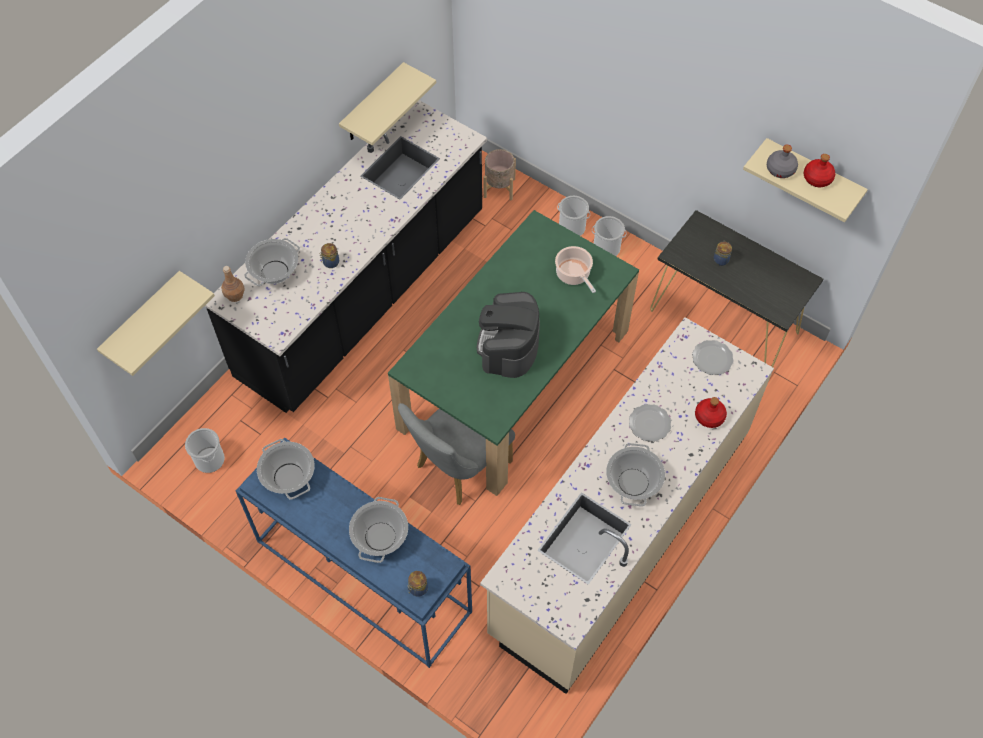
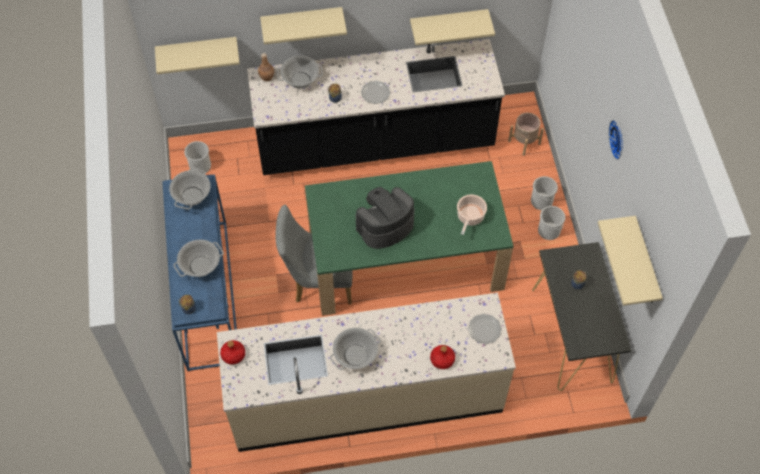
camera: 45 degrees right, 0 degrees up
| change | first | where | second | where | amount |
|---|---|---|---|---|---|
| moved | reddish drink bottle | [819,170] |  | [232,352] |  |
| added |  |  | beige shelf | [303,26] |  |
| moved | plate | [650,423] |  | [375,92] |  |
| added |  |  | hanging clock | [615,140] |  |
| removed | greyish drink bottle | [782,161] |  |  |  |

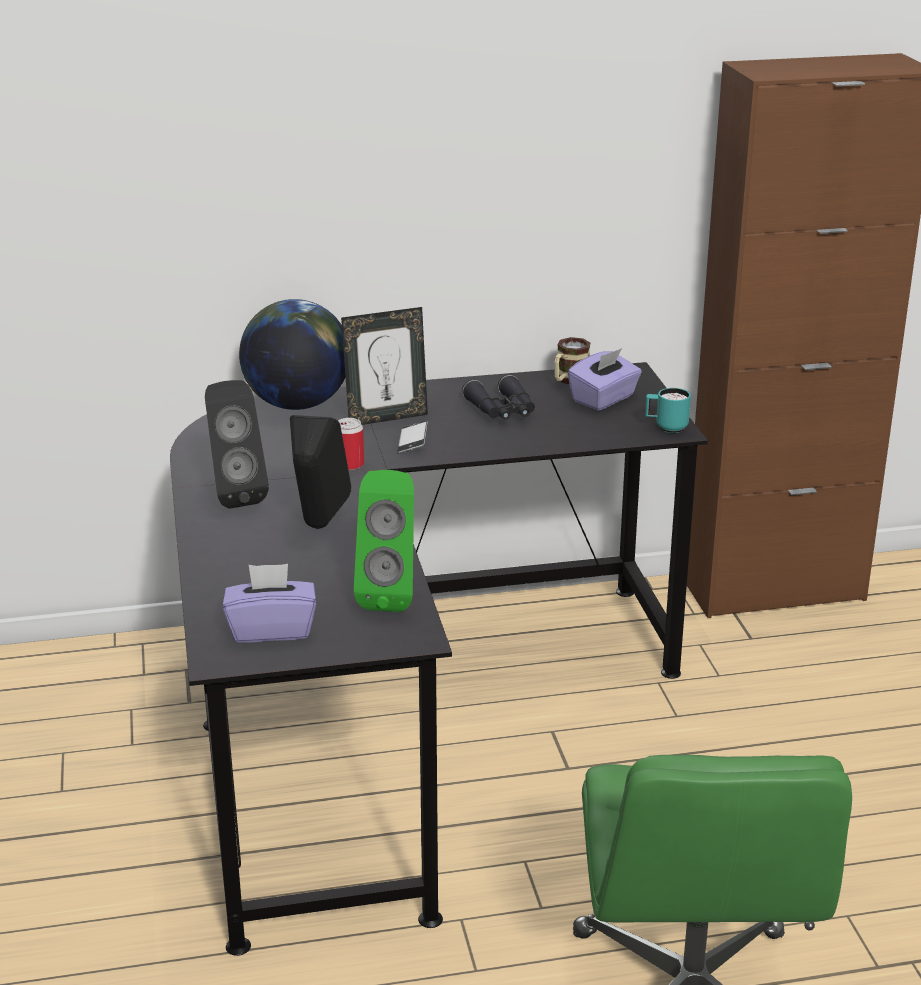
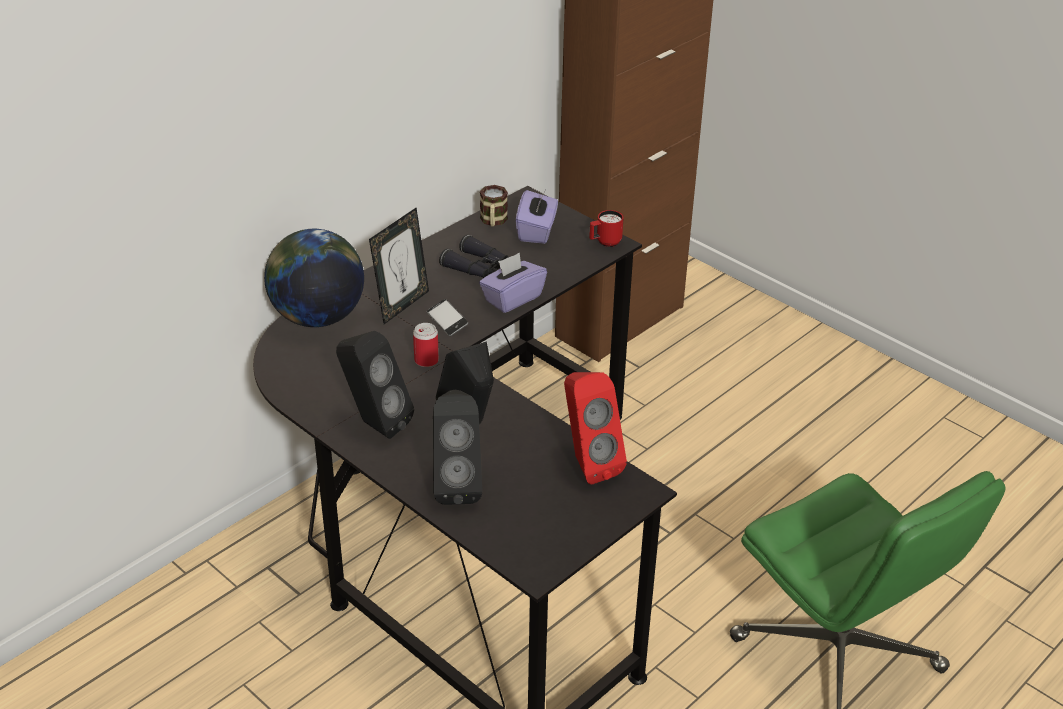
camera: 35 degrees left, 10 degrees up
| change | first | where | second | where | amount |
|---|---|---|---|---|---|
| added |  |  | black-coloured audio speaker | [457,447] |  |
| moved | purple tissue holder | [269,603] |  | [513,282] |  |
| recoloured | greenish audio speaker | [384,541] | reddish audio speaker | [595,428] |  |
| recoloured | blue-green mug | [668,410] | reddish mug | [606,228] |  |

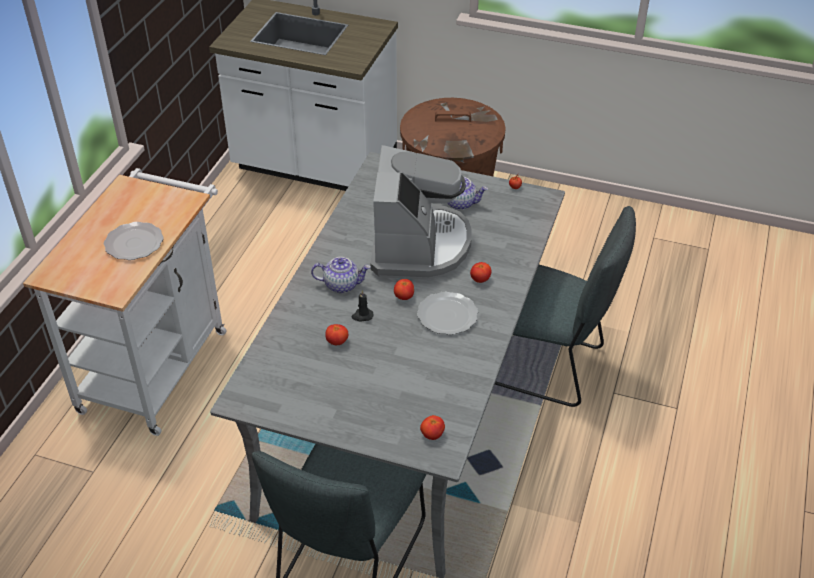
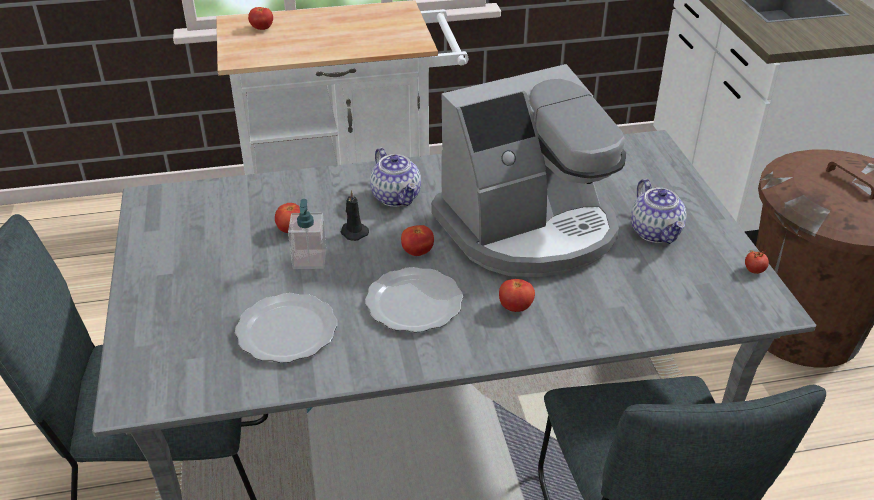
camera: 60 degrees right, 5 degrees down
| change | first | where | second | where | amount |
|---|---|---|---|---|---|
| moved | plate | [134,241] |  | [286,328] |  |
| moved | fresh tomato | [432,427] |  | [260,18] |  |
| added |  |  | liquid soap bottle | [307,234] |  |

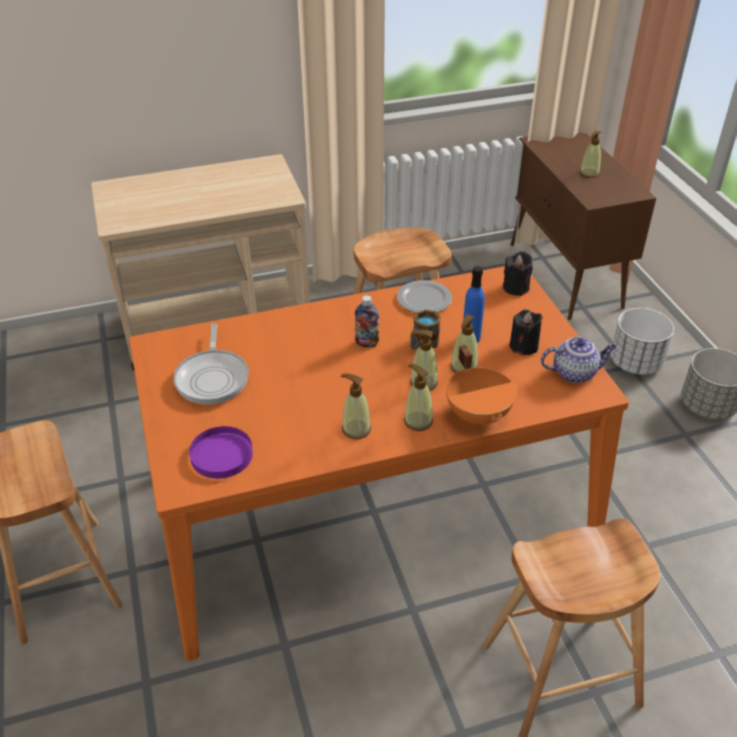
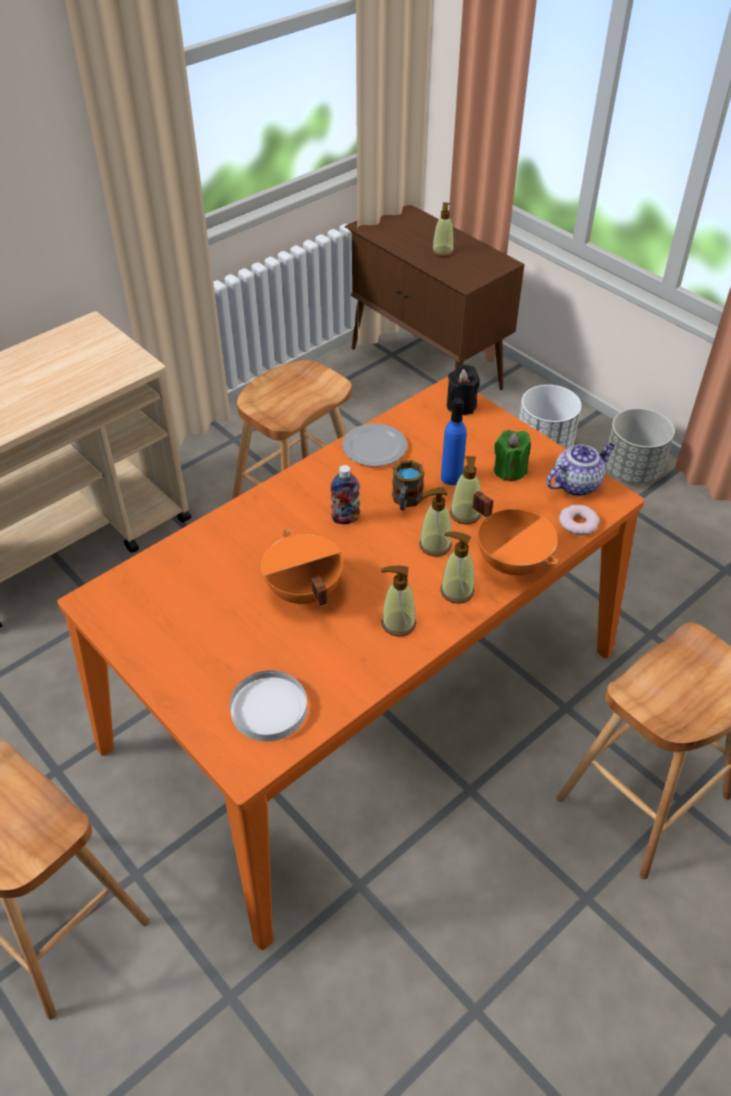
camera: 25 degrees left, 5 degrees up
| change | first | where | second | where | amount |
|---|---|---|---|---|---|
| recoloured | purple plate | [221,452] | white-coloured plate | [268,705] |  |
| added |  |  | orange cooking pot | [302,568] |  |
| recoloured | black-coloured wax candle | [526,332] | greenish wax candle | [512,455] |  |
| added |  |  | doughnut | [579,520] |  |
| removed | frying pan | [211,364] |  |  |  |

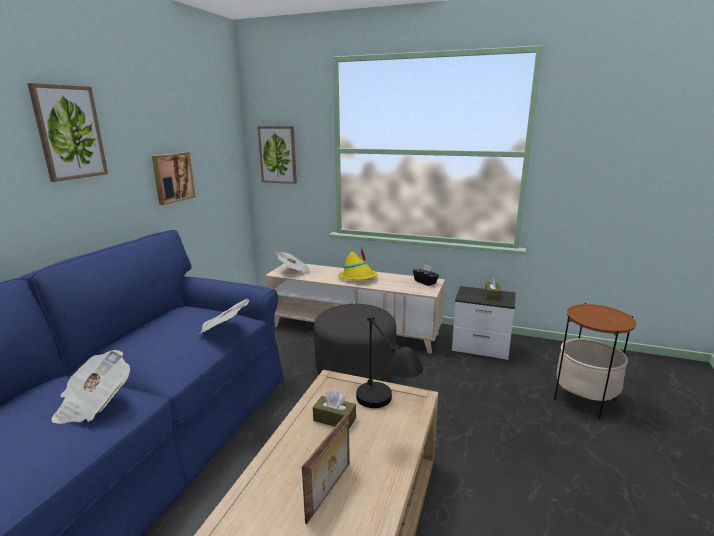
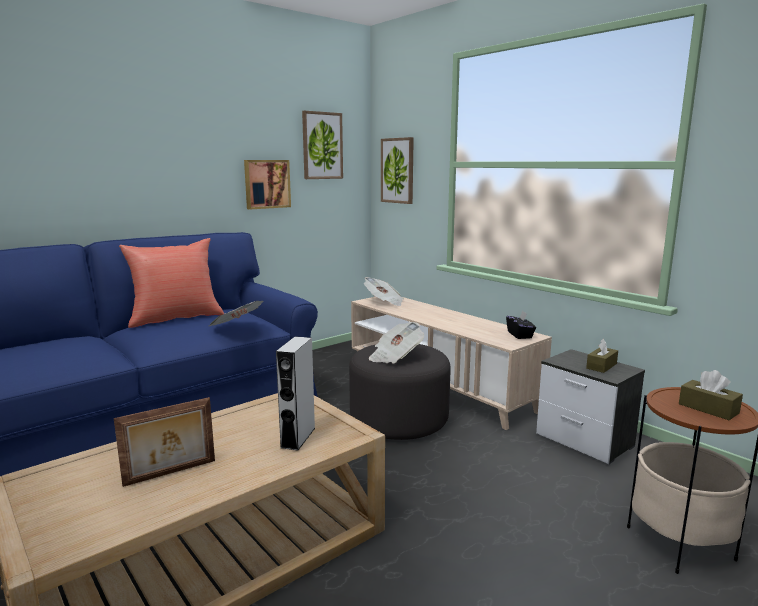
camera: 30 degrees right, 5 degrees down
| change | first | where | second | where | amount |
|---|---|---|---|---|---|
| added |  |  | reddish cushion | [171,283] |  |
| replaced | black-coloured tabletop lamp | [389,363] | greyish audio speaker | [295,393] |  |
| moved | wall picture | [67,132] |  | [322,145] |  |
| moved | newspaper | [90,387] |  | [396,343] |  |
| moved | brown tissue holder | [334,410] |  | [711,395] |  |
| removed | yellow-coloured clothing hat | [357,263] |  |  |  |

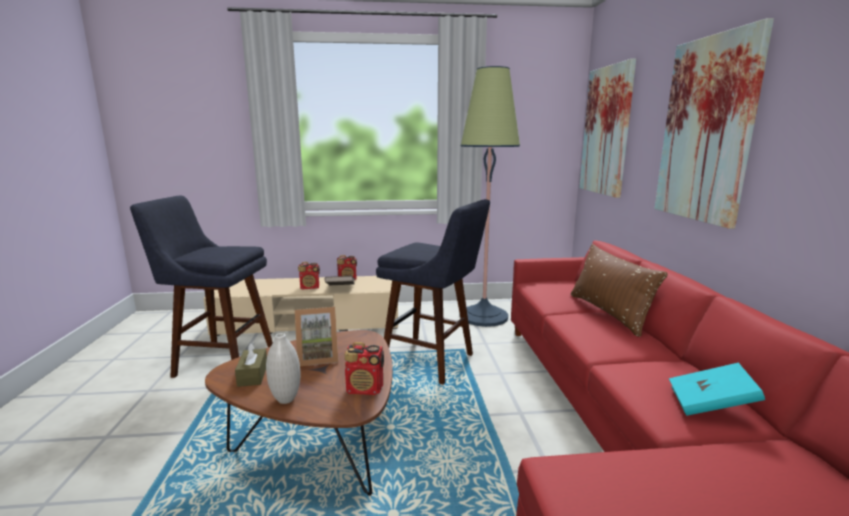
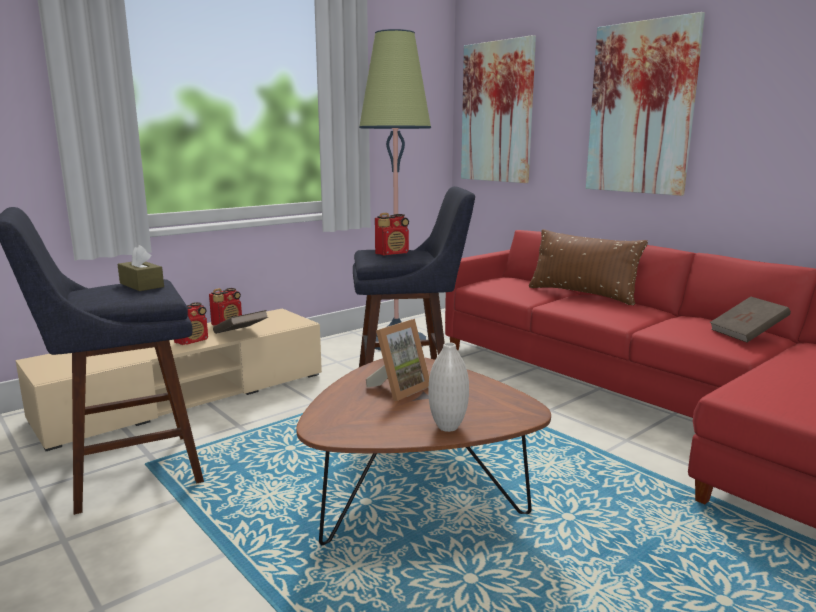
camera: 35 degrees left, 0 degrees up
| change | first | where | second | where | amount |
|---|---|---|---|---|---|
| moved | brown tissue holder | [251,364] |  | [141,268] |  |
| moved | radio set | [364,368] |  | [392,234] |  |
| recoloured | blue-green bound book | [717,389] | brown bound book | [750,320] |  |

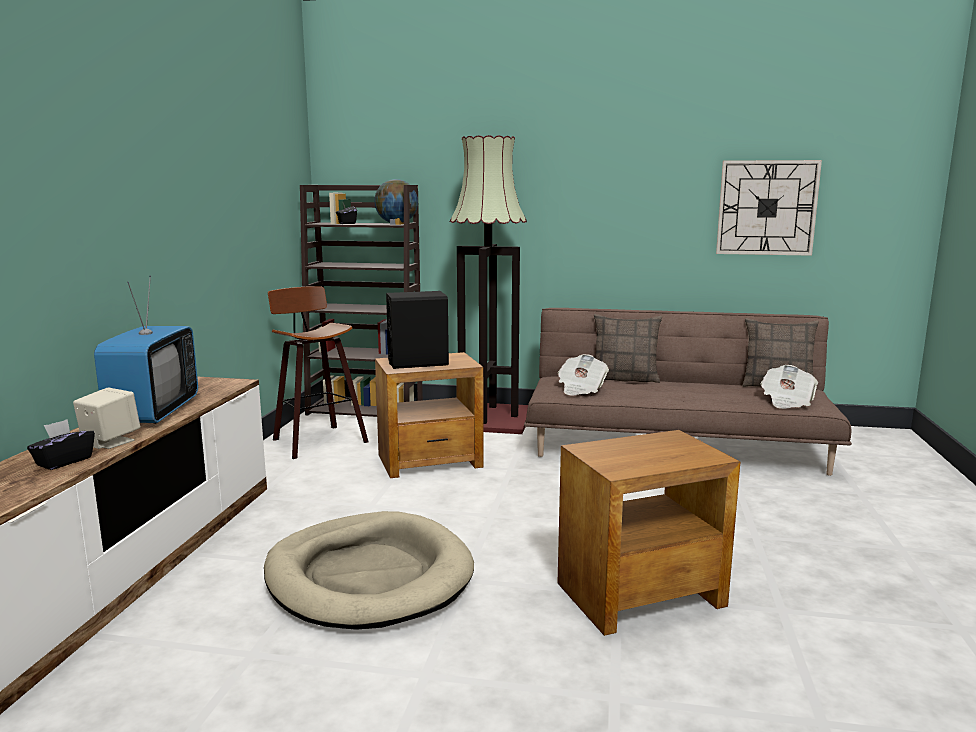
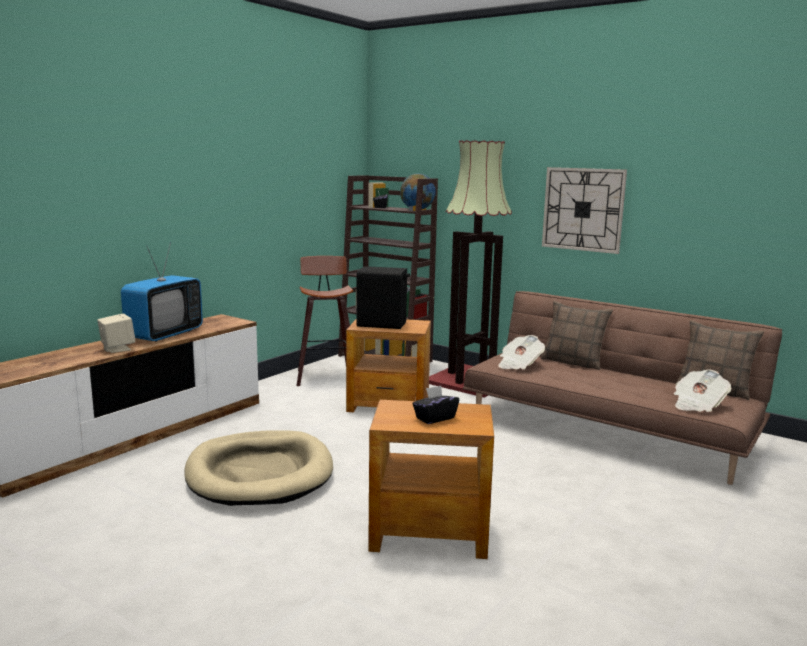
camera: 25 degrees right, 0 degrees up
| change | first | where | second | where | amount |
|---|---|---|---|---|---|
| moved | black-coloured tissue holder | [61,444] |  | [435,405] |  |
| moved | hanging clock | [769,208] |  | [584,210] |  |

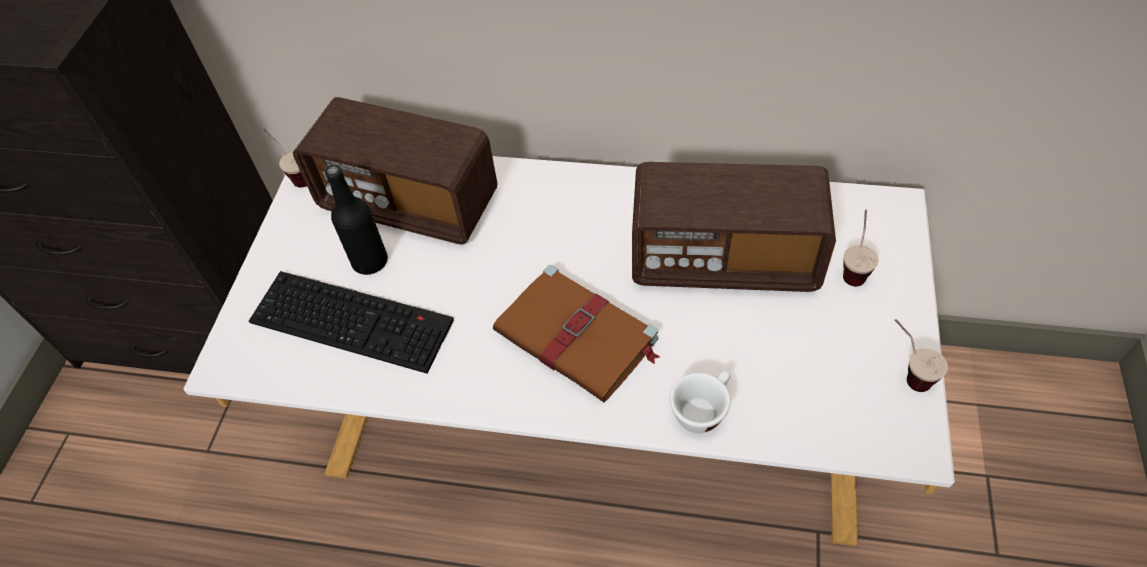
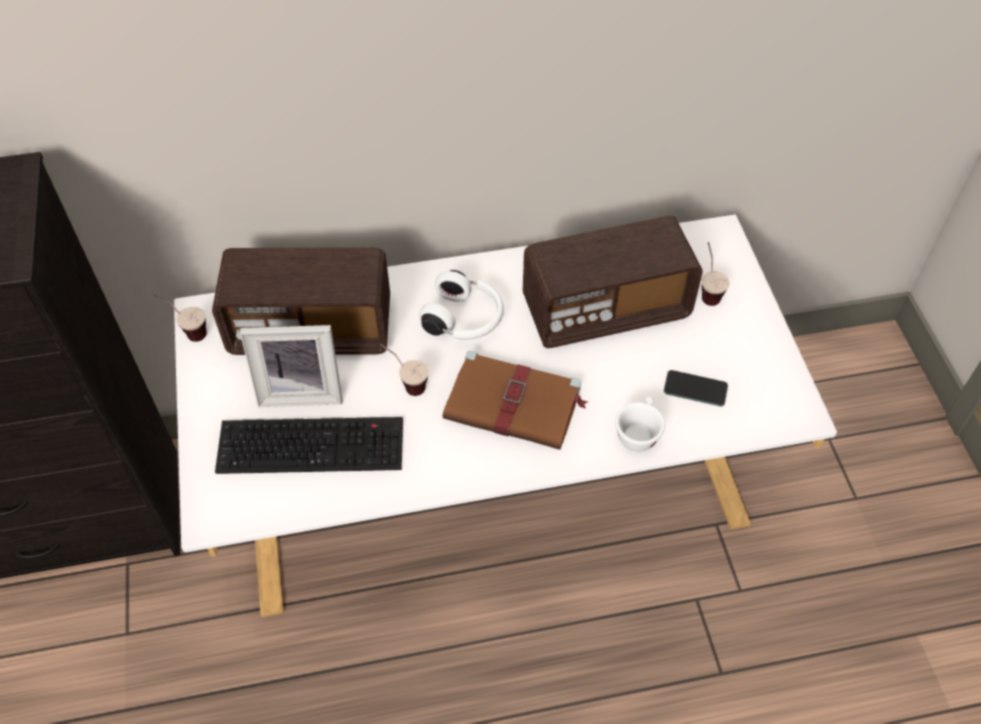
camera: 25 degrees left, 0 degrees up
| change | first | where | second | where | amount |
|---|---|---|---|---|---|
| replaced | black-coloured drink bottle | [356,220] | standing frame | [291,366] |  |
| moved | drinking cup | [921,355] |  | [404,369] |  |
| added |  |  | white-coloured headset | [461,305] |  |
| added |  |  | telephone | [696,388] |  |

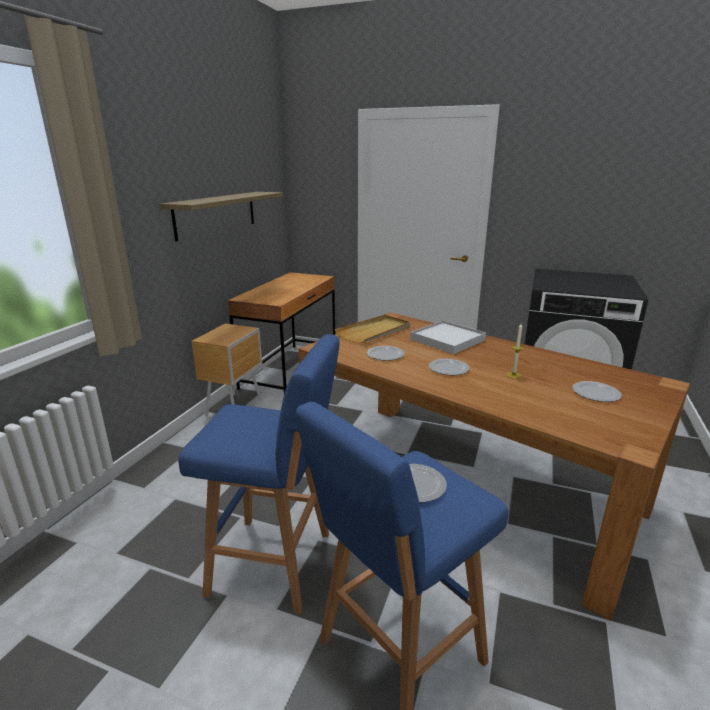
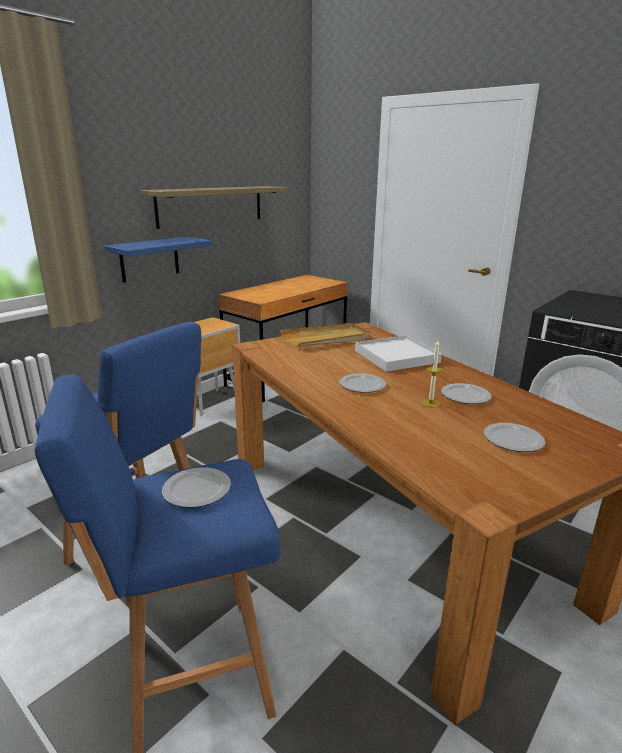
camera: 20 degrees right, 0 degrees up
| change | first | where | second | where | amount |
|---|---|---|---|---|---|
| added |  |  | bluish shelf | [158,260] |  |
| moved | plate | [385,353] |  | [466,393] |  |

